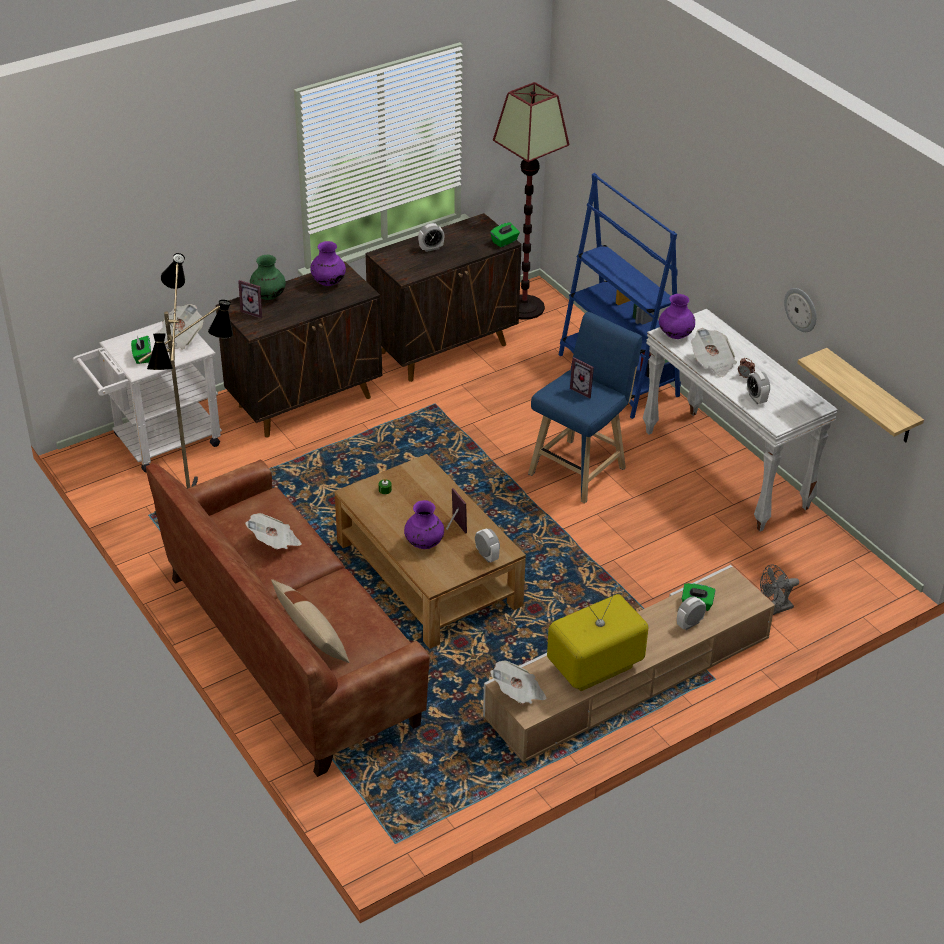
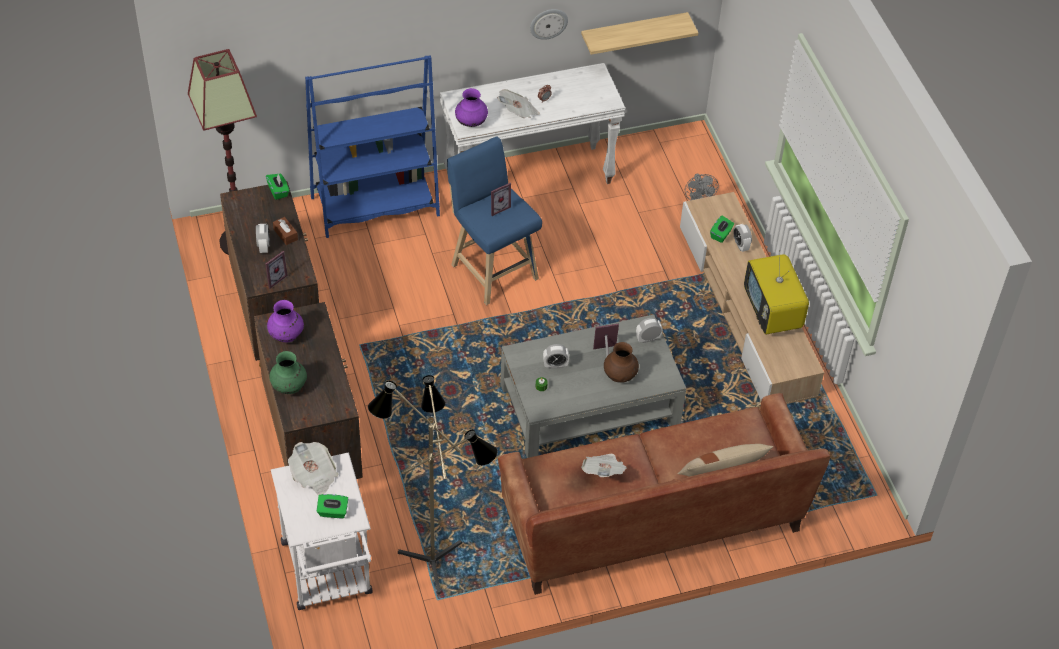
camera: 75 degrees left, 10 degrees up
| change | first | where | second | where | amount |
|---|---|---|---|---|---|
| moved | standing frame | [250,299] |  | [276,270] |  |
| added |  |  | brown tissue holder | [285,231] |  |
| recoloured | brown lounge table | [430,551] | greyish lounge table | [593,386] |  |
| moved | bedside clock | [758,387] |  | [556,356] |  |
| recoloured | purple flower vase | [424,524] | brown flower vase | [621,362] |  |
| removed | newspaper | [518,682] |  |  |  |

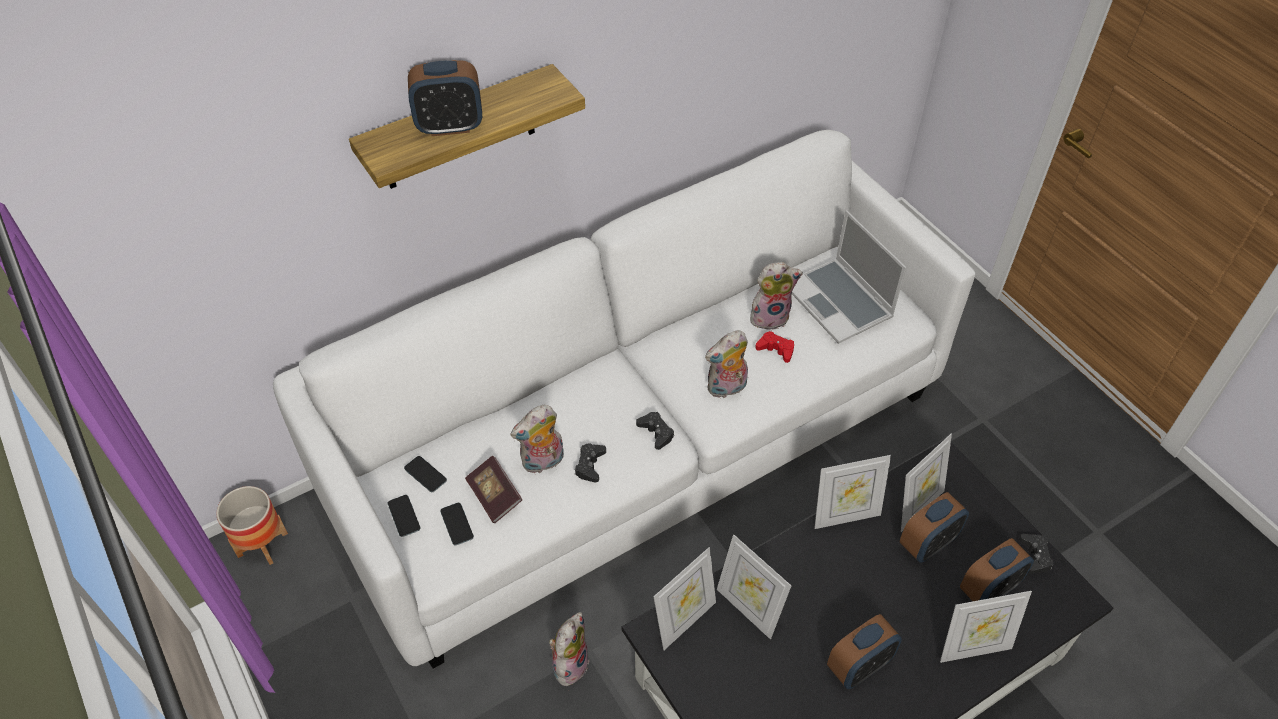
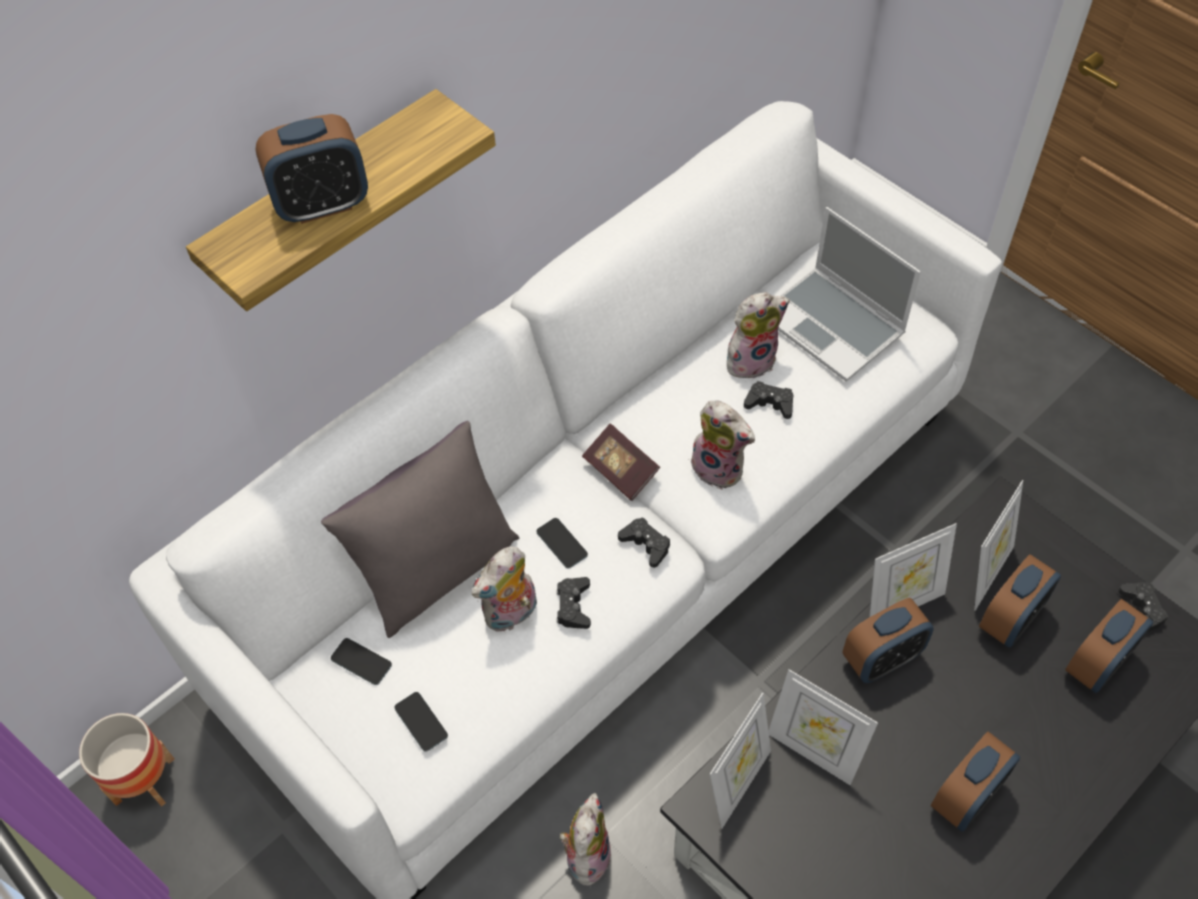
camera: 10 degrees left, 5 degrees up
| change | first | where | second | where | amount |
|---|---|---|---|---|---|
| added |  |  | greyish cushion | [420,529] |  |
| moved | telephone | [404,516] |  | [562,543] |  |
| moved | bound book | [493,489] |  | [621,462] |  |
| turned | soft toy | [726,364] |  | [723,444] | 105 degrees counterclockwise |
| recoloured | reddish game controller | [774,347] | black-coloured game controller | [768,400] |  |
| added |  |  | bedside clock | [888,640] |  |
| removed | standing frame | [986,627] |  |  |  |

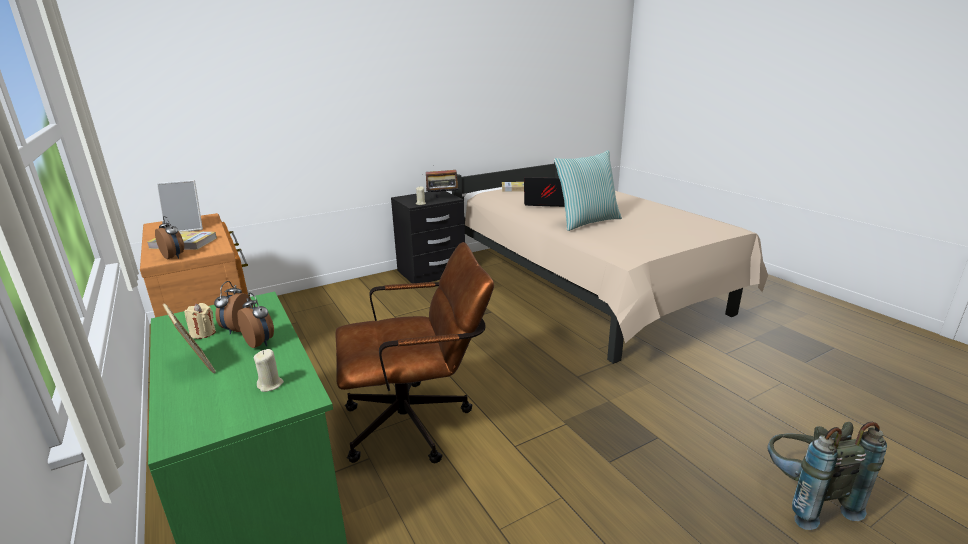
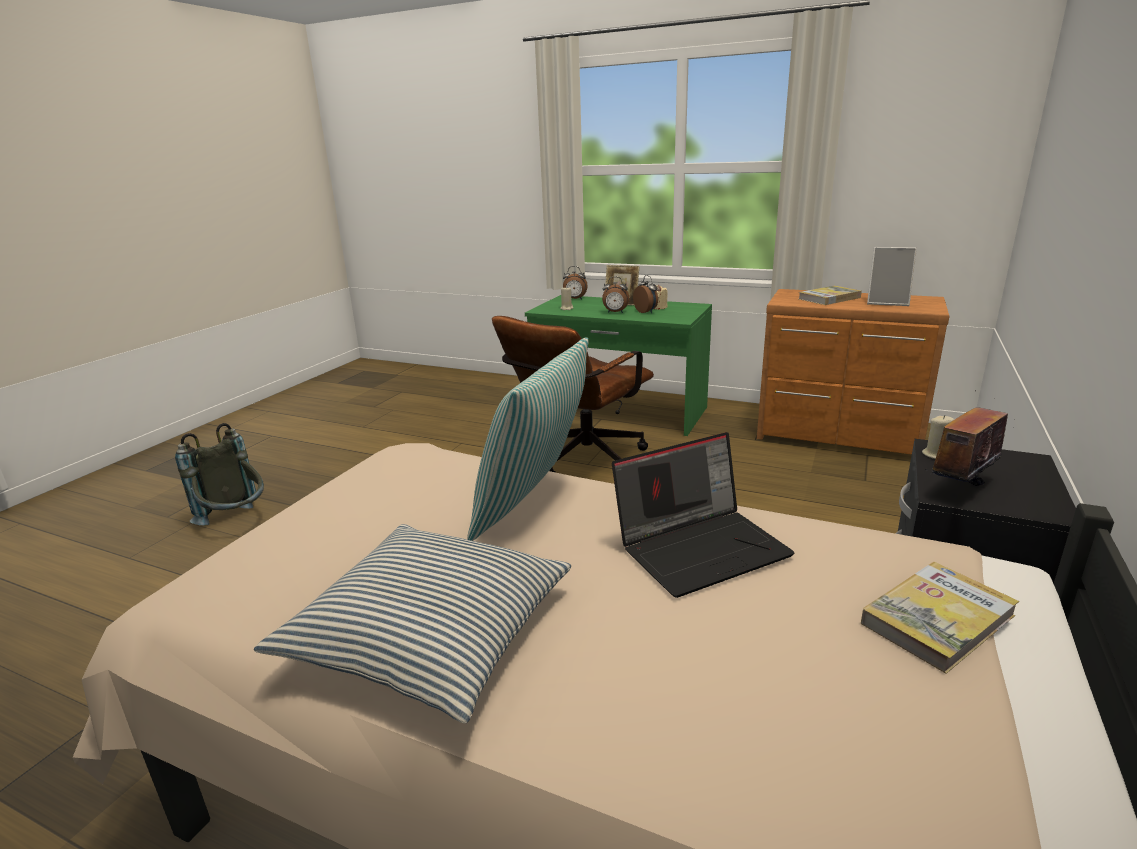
camera: 145 degrees right, 0 degrees up
| change | first | where | second | where | amount |
|---|---|---|---|---|---|
| added |  |  | cushion | [412,624] |  |
| moved | bedside clock | [169,237] |  | [575,283] |  |
| turned | standing frame | [180,205] |  | [892,276] | 105 degrees counterclockwise |

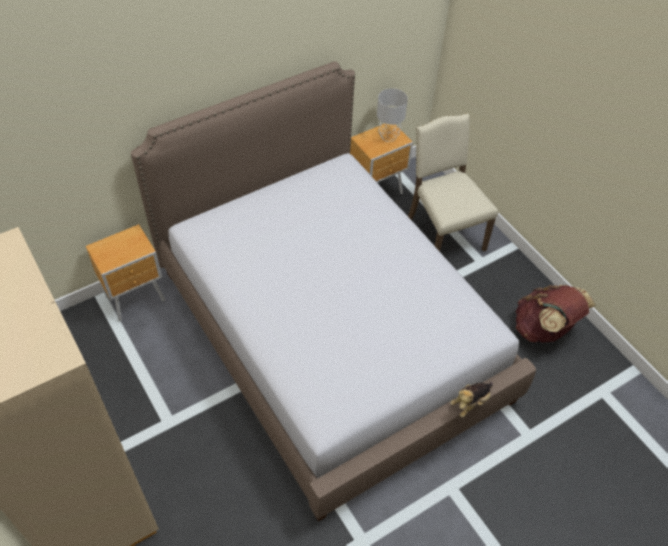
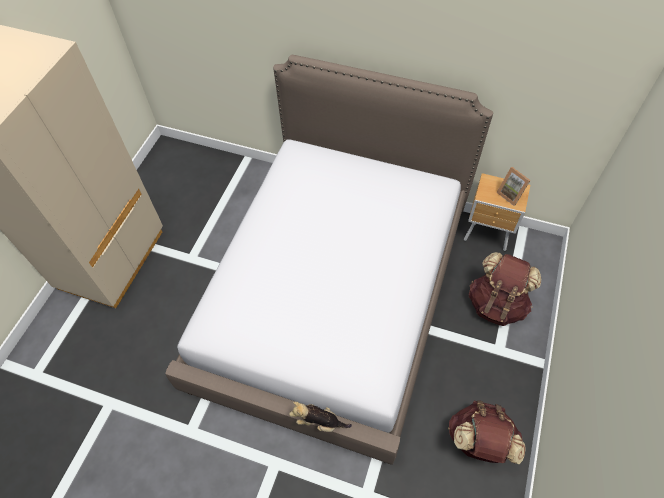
camera: 55 degrees right, 5 degrees up
| change | first | where | second | where | amount |
|---|---|---|---|---|---|
| replaced | beige upright chair | [453,182] | brown rucksack | [505,289] |  |
| replaced | greyish tabletop lamp | [392,115] | standing frame | [513,186] |  |
| removed | brown night table | [126,272] |  |  |  |

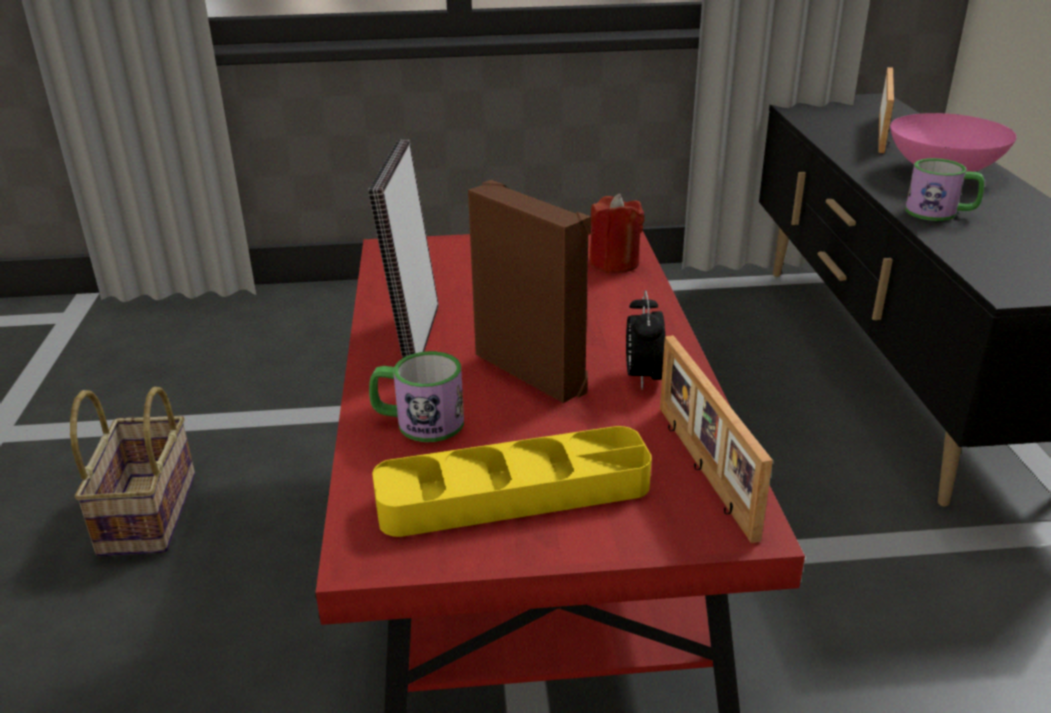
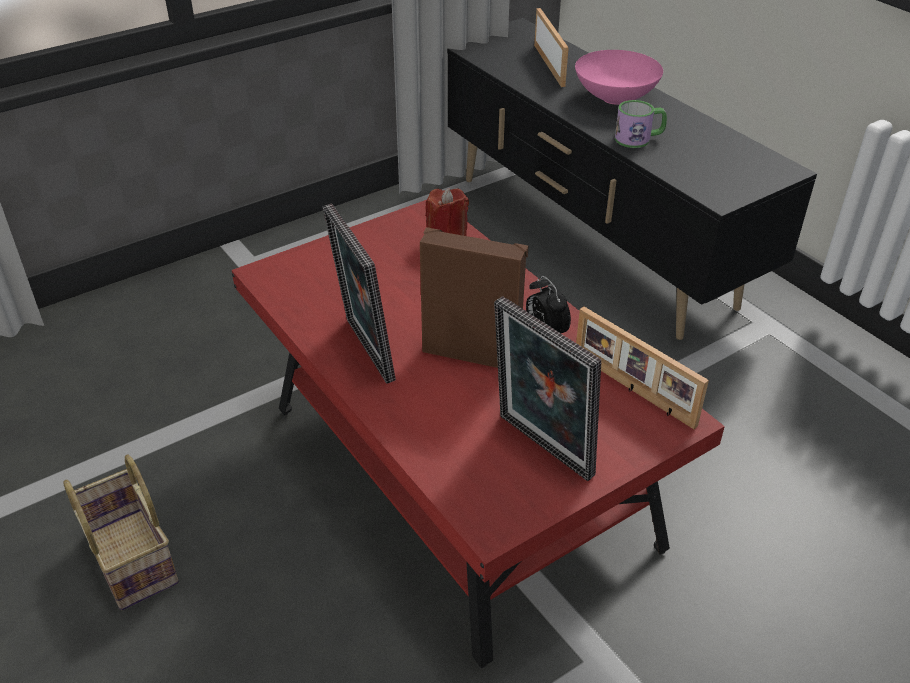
camera: 30 degrees left, 10 degrees up
| change | first | where | second | where | amount |
|---|---|---|---|---|---|
| replaced | yellow-coloured serving tray | [512,481] | standing frame | [547,388] |  |
| removed | mug | [416,396] |  |  |  |

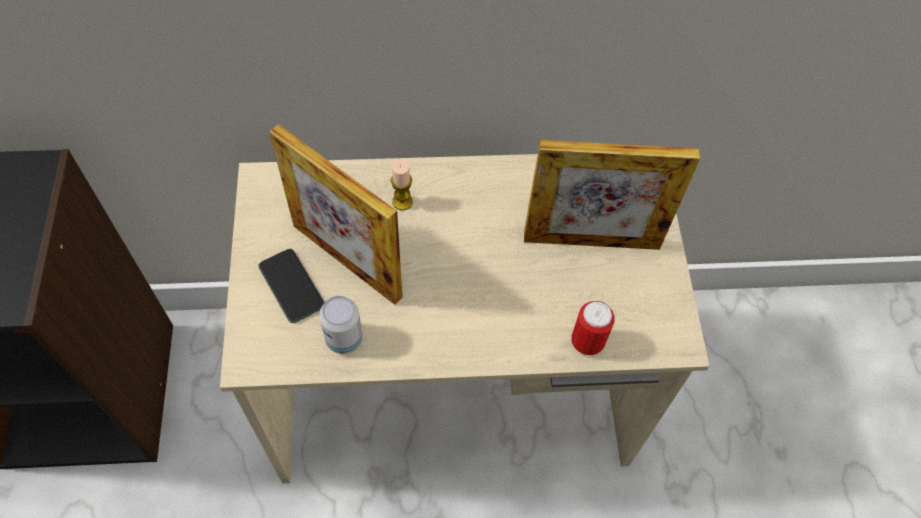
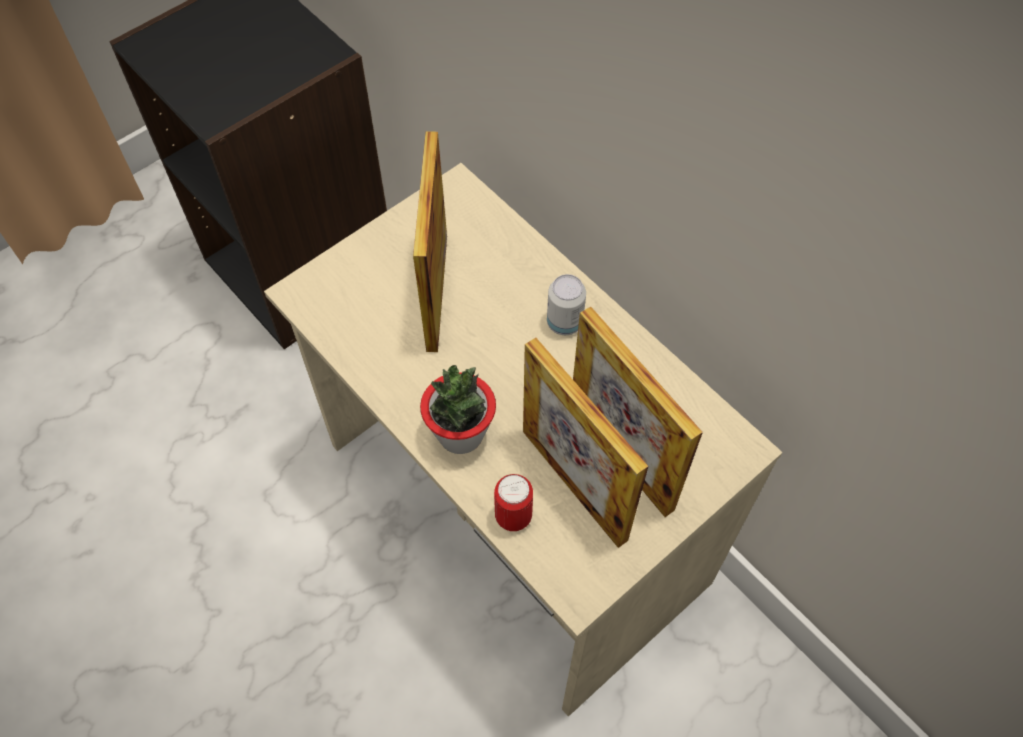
camera: 55 degrees right, 0 degrees up
| change | first | where | second | where | amount |
|---|---|---|---|---|---|
| added |  |  | potted plant | [458,409] |  |
| added |  |  | standing frame | [586,443] |  |
| moved | can | [341,325] |  | [566,304] |  |
| removed | telephone | [291,286] |  |  |  |
| removed | wax candle | [402,184] |  |  |  |

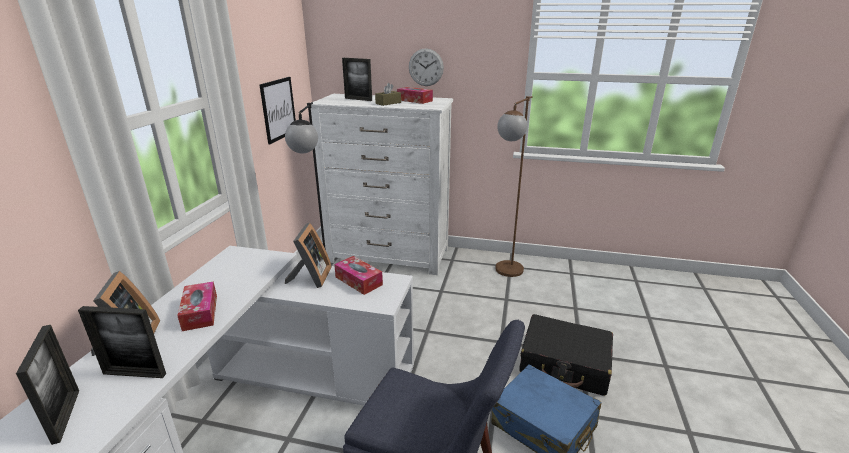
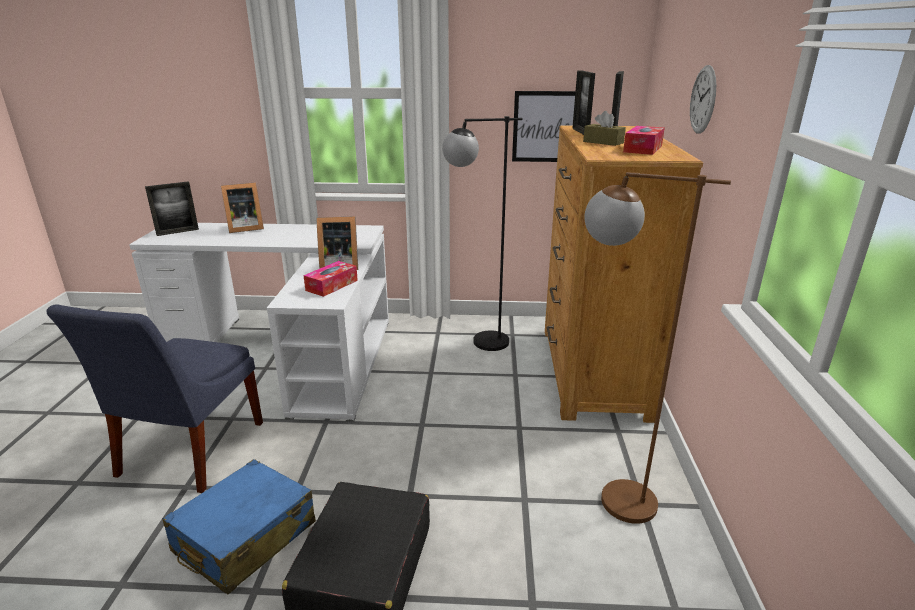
camera: 80 degrees right, 0 degrees up
| change | first | where | second | where | amount |
|---|---|---|---|---|---|
| recoloured | white-coloured dresser | [382,184] | brown dresser | [624,274] |  |
| moved | standing frame | [122,342] |  | [583,102] |  |
| removed | tissue holder | [197,306] |  |  |  |

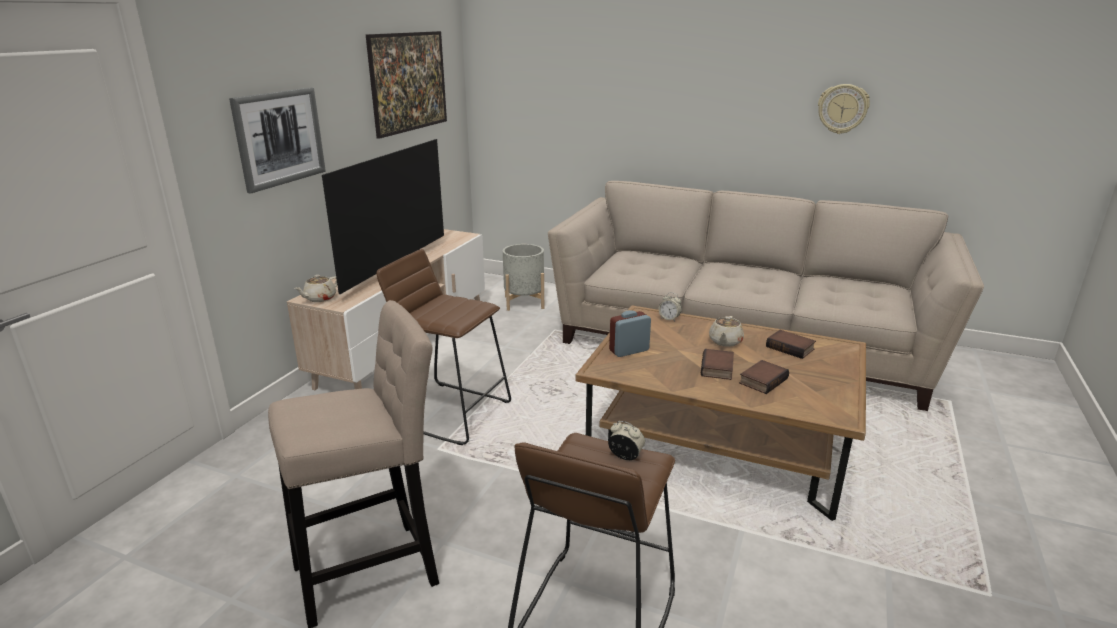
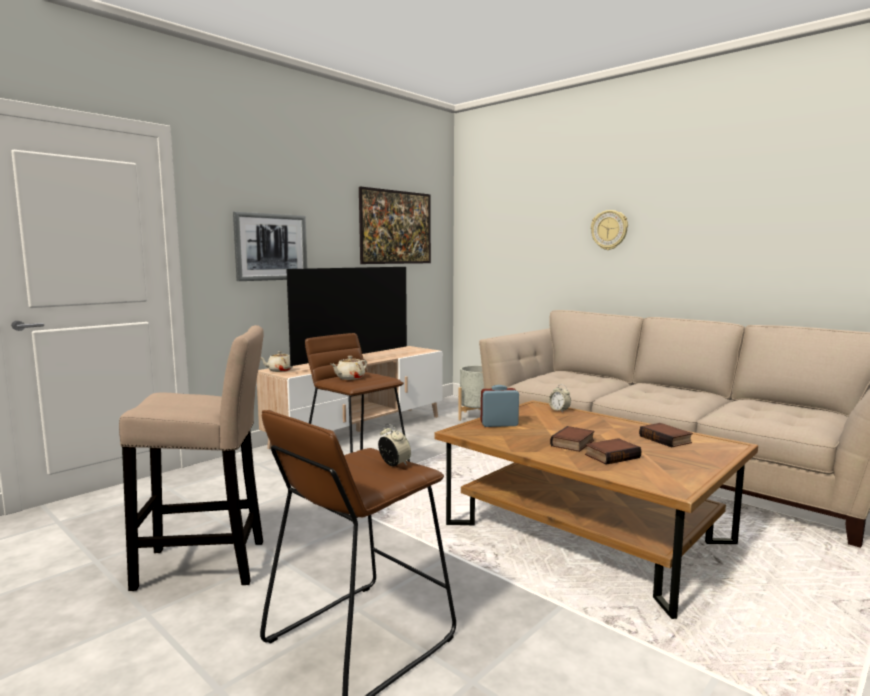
camera: 20 degrees right, 15 degrees down
| change | first | where | second | where | amount |
|---|---|---|---|---|---|
| moved | beige teapot | [726,331] |  | [349,368] |  |
| moved | hanging clock | [844,109] |  | [609,230] |  |

